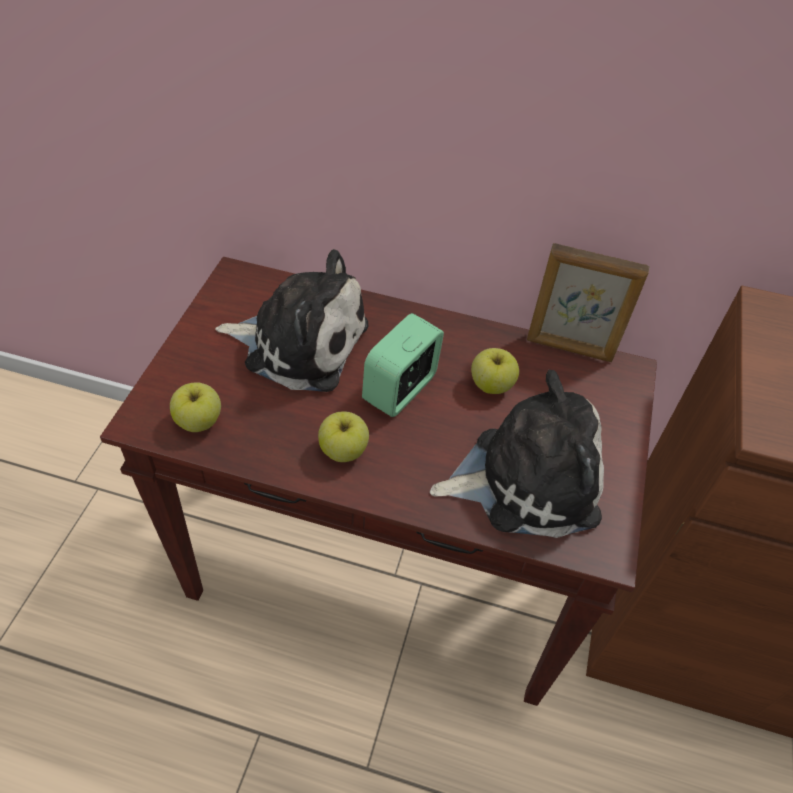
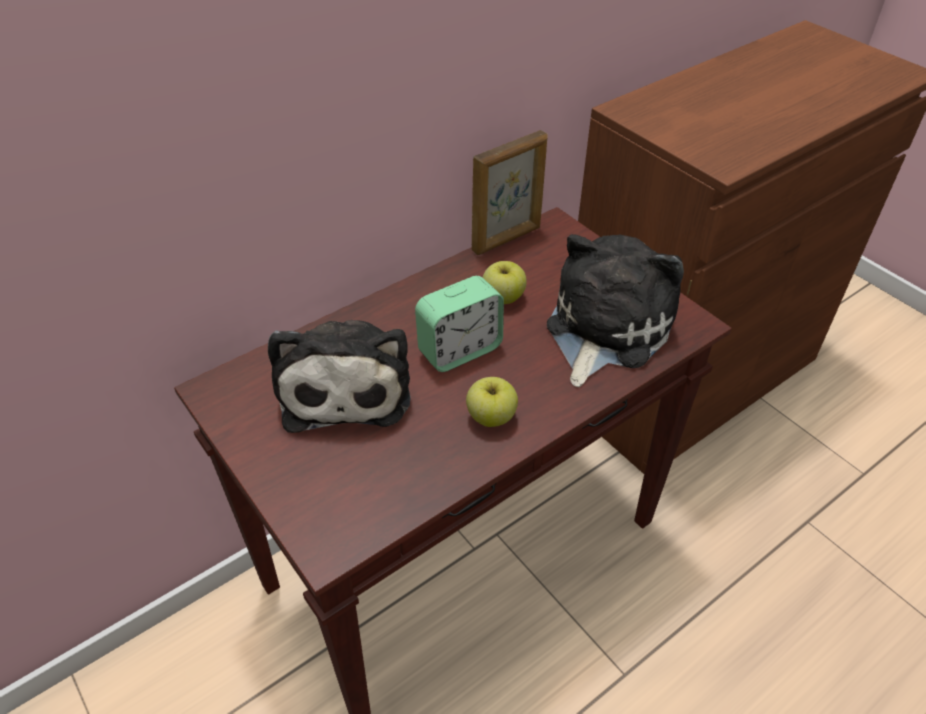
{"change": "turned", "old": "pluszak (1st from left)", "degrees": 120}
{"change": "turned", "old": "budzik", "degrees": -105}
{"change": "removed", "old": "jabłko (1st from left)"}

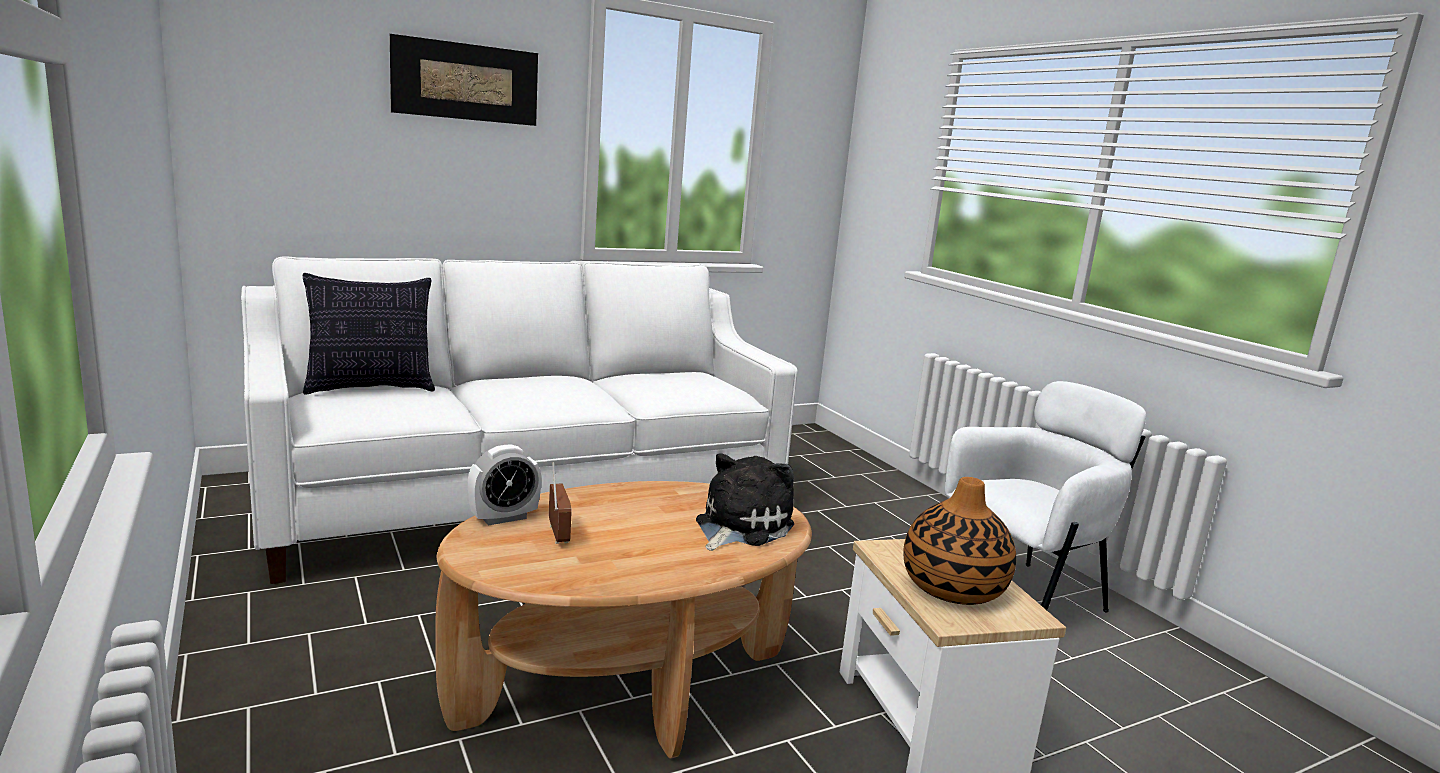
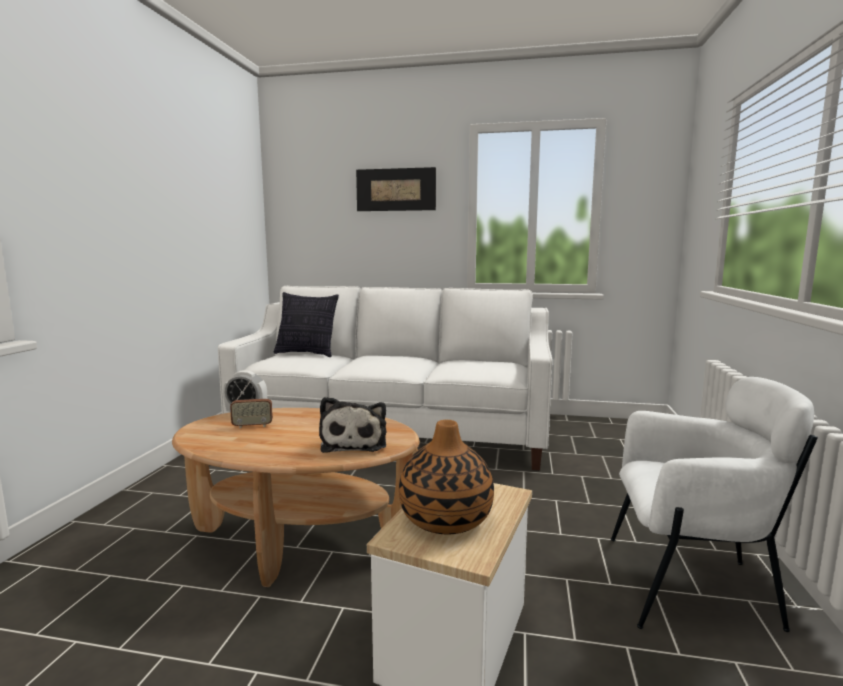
{"change": "turned", "old": "radio", "degrees": 60}
{"change": "turned", "old": "pluszak", "degrees": 105}

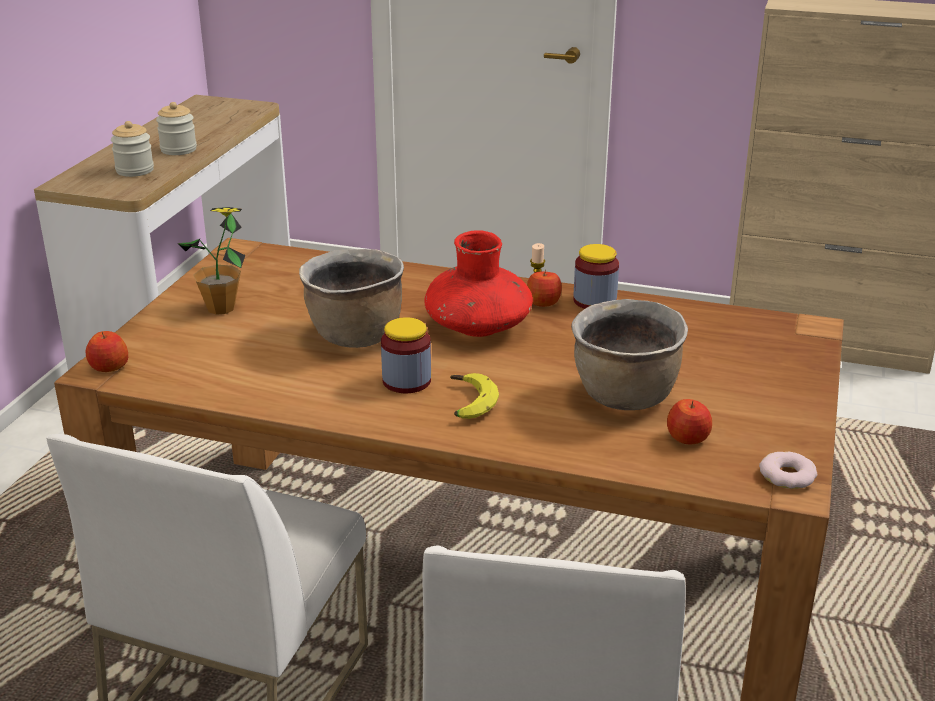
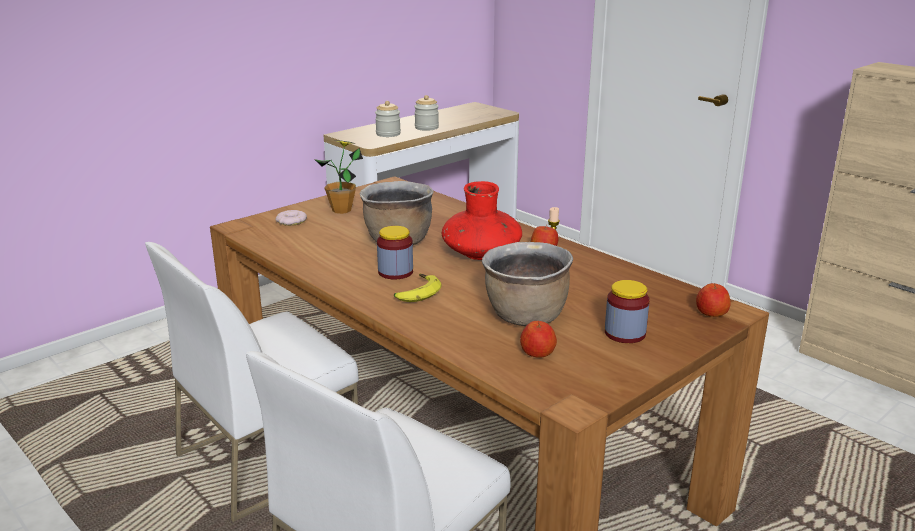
{"change": "moved", "old": "donut"}
{"change": "moved", "old": "słoik (4th from left)"}
{"change": "moved", "old": "jabłko (1st from left in the first image)", "new": "jabłko (3rd from left)"}

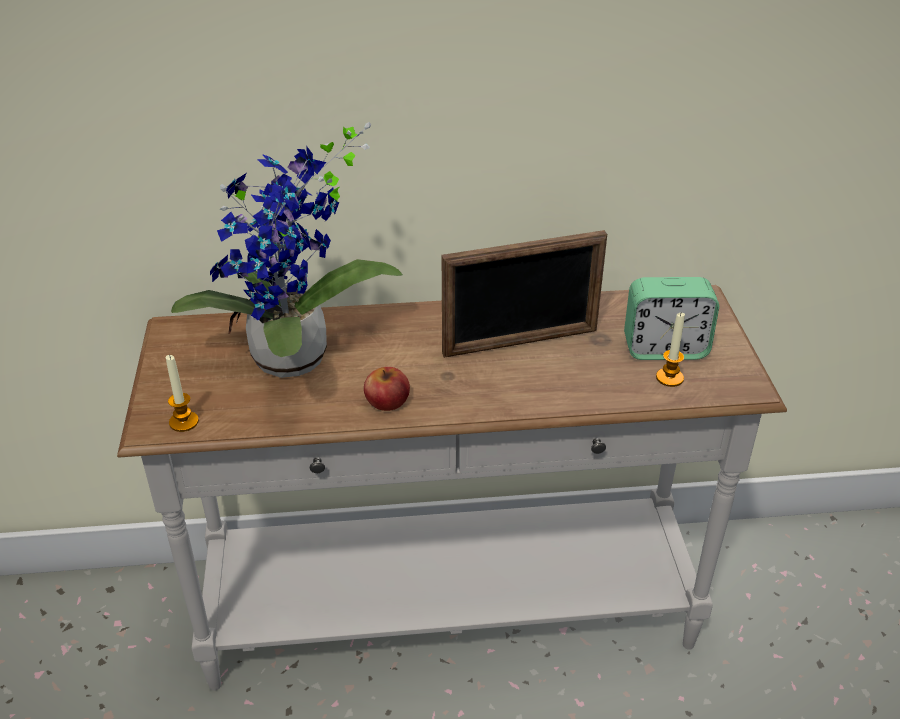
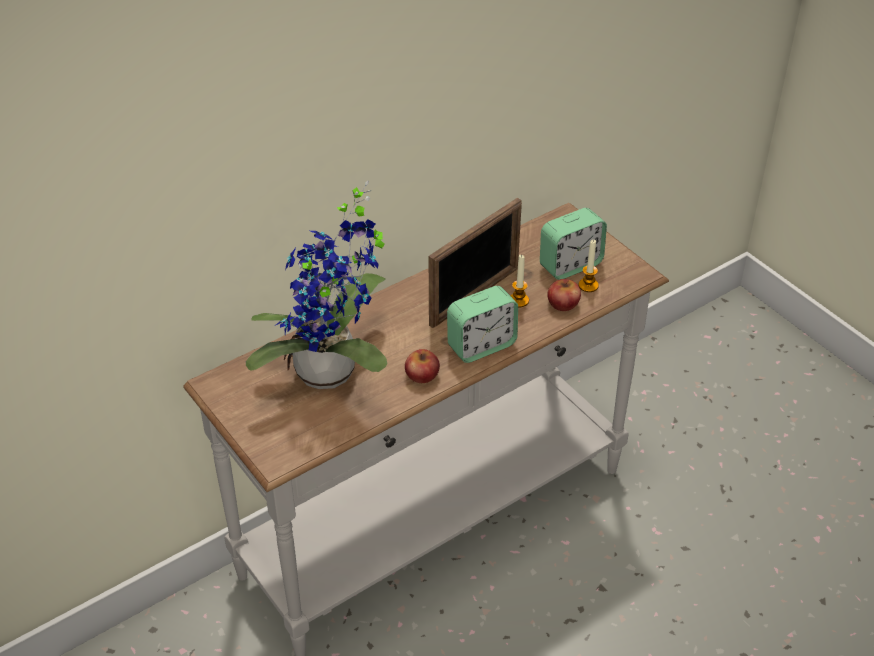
{"change": "added", "new": "budzik (1st from left)"}
{"change": "moved", "old": "świeca (1st from left)"}
{"change": "added", "new": "jabłko (2nd from left)"}

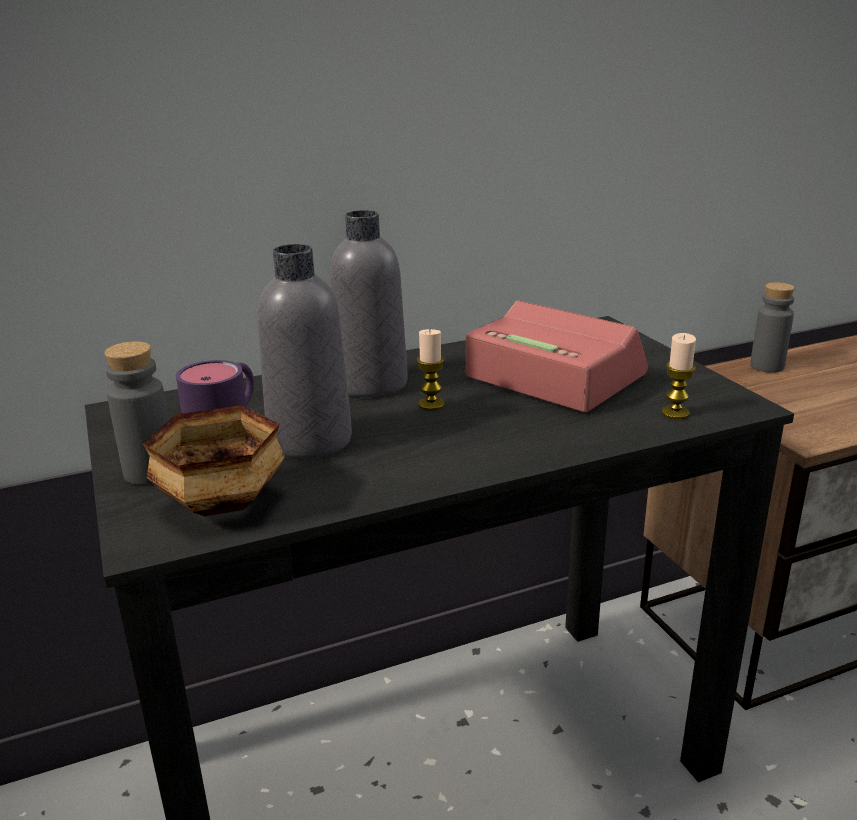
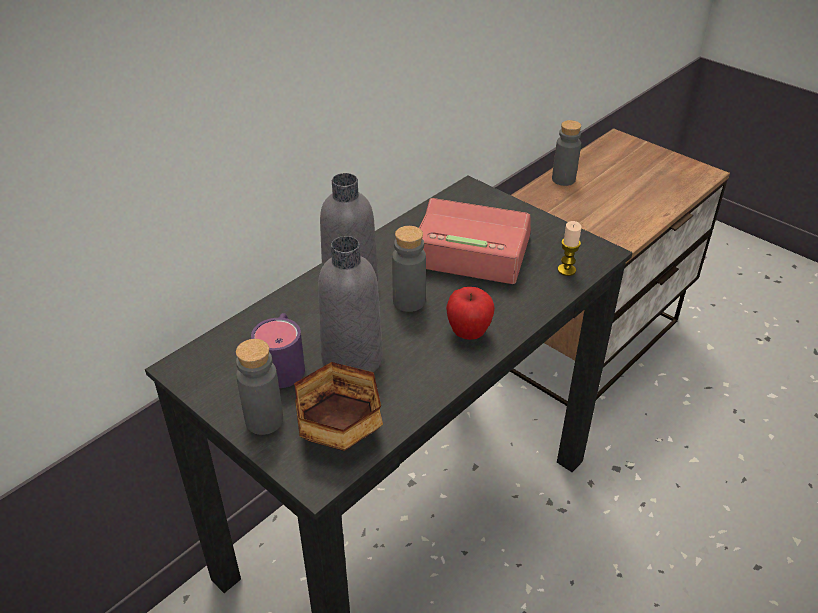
{"change": "replaced", "old": "świeca (1st from left)", "new": "butelka/szary (4th from left)"}
{"change": "added", "new": "jabłko"}

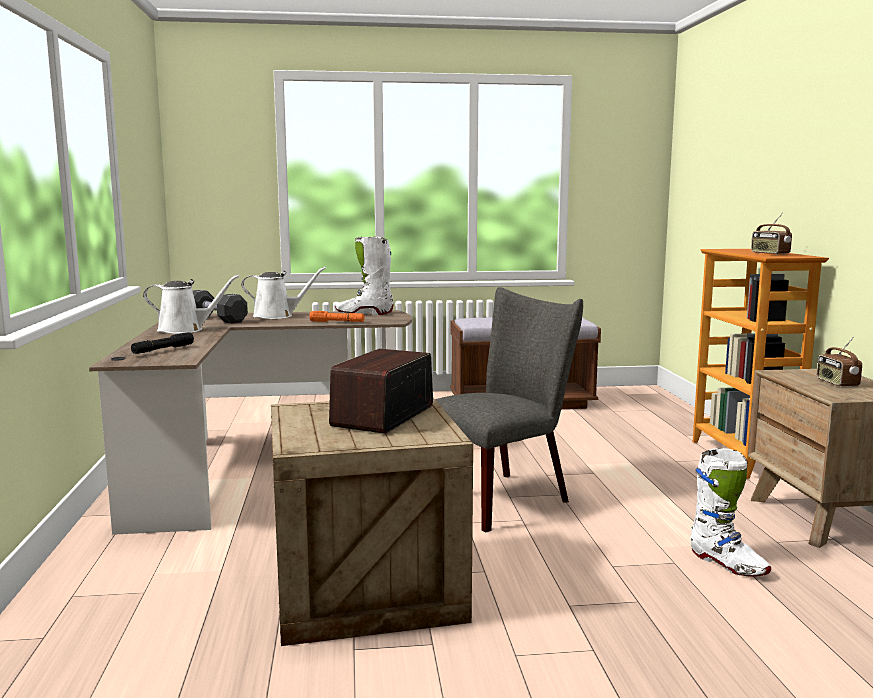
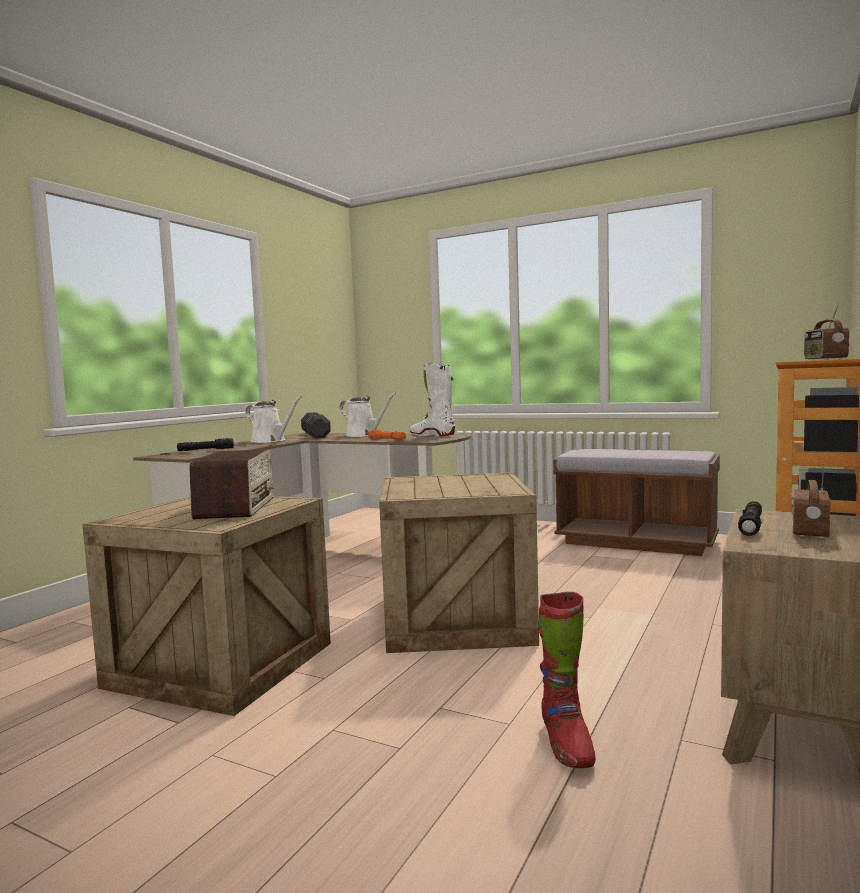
{"change": "turned", "old": "radio (1st from left)", "degrees": 120}
{"change": "replaced", "old": "krzesło/szary", "new": "skrzynka (2nd from left)"}
{"change": "recoloured", "old": "but z cholewką/biały (2nd from left)", "new": "but z cholewką/czerwony"}
{"change": "added", "new": "latarka/czarny (2nd from left)"}

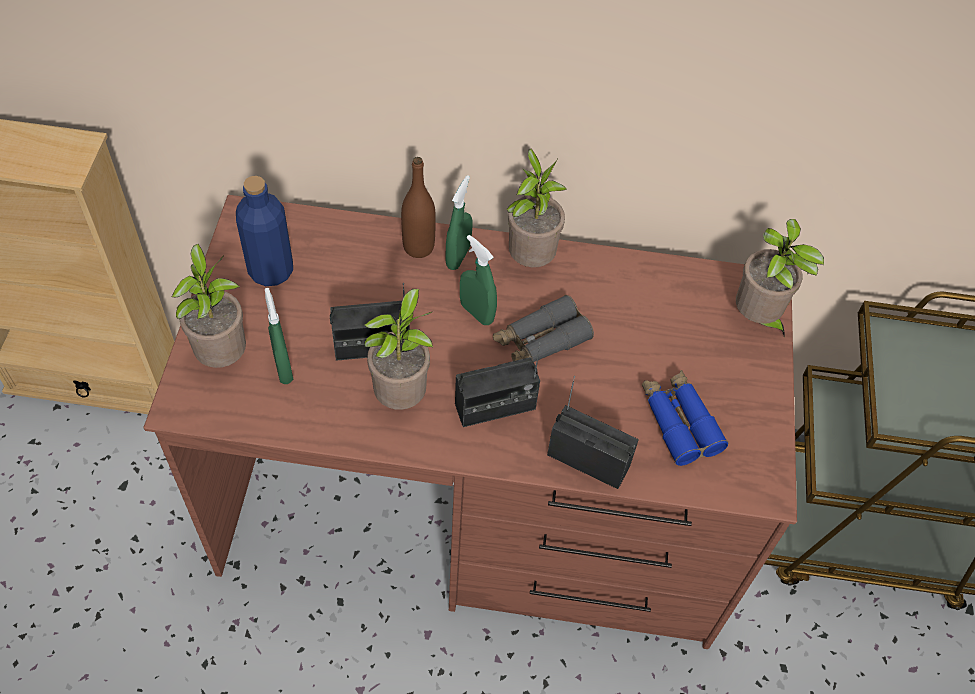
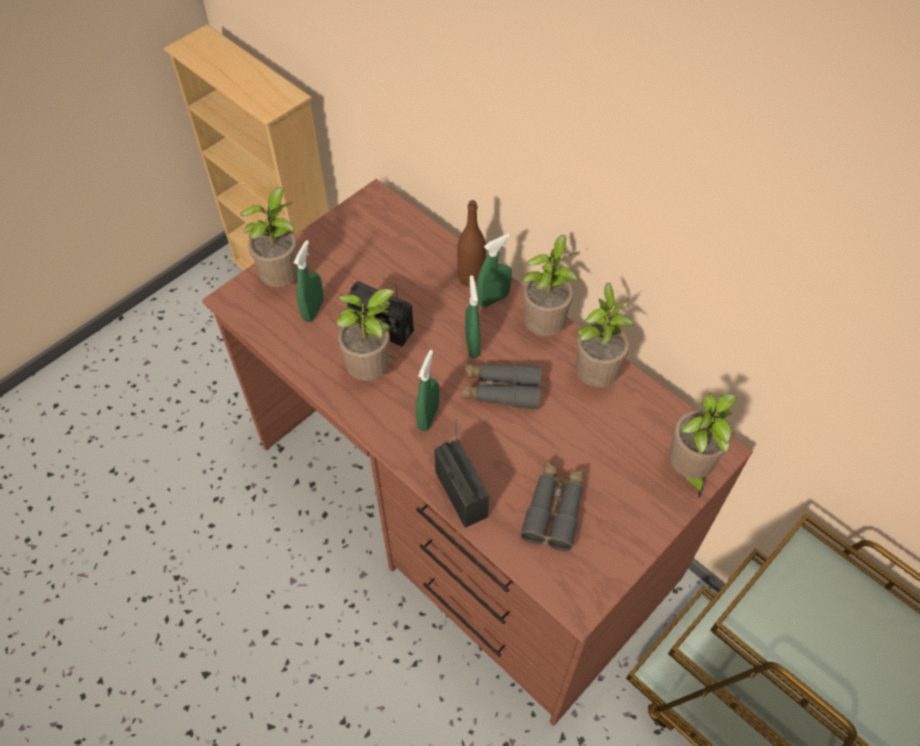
{"change": "replaced", "old": "radio (2nd from left)", "new": "spryskiwacz/zielony (2nd from left)"}
{"change": "recoloured", "old": "lornetka/niebieski", "new": "lornetka/szary (2nd from left)"}
{"change": "added", "new": "roślina doniczkowa (4th from left)"}
{"change": "removed", "old": "butelka/niebieski"}

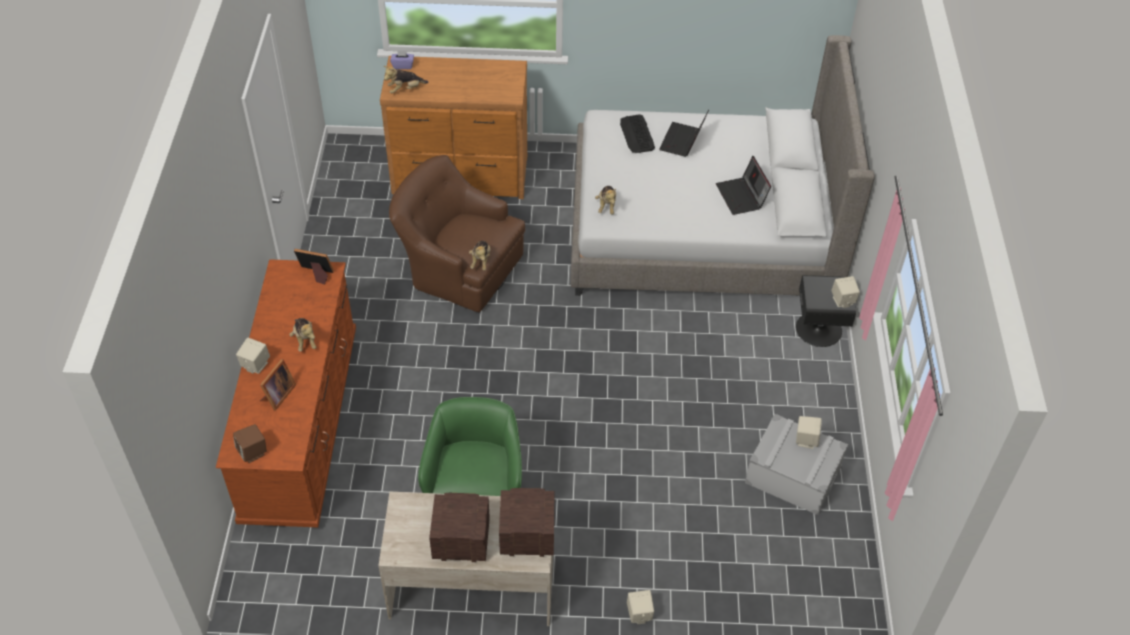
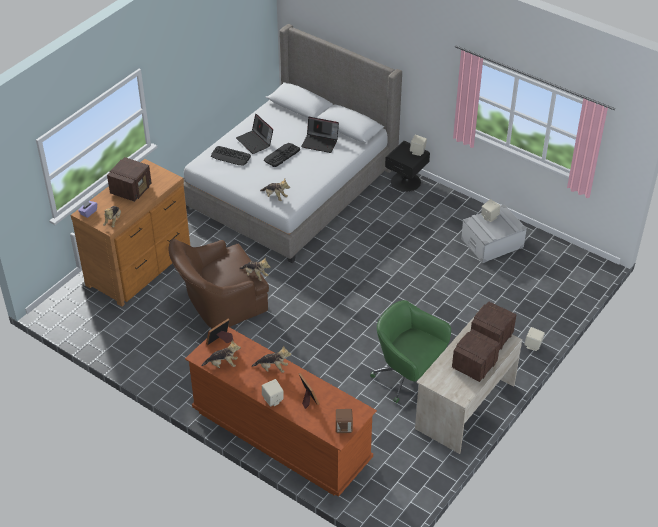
{"change": "added", "new": "radio (1st from left)"}
{"change": "added", "new": "pluszak (2nd from left)"}
{"change": "added", "new": "klawiatura (2nd from left)"}

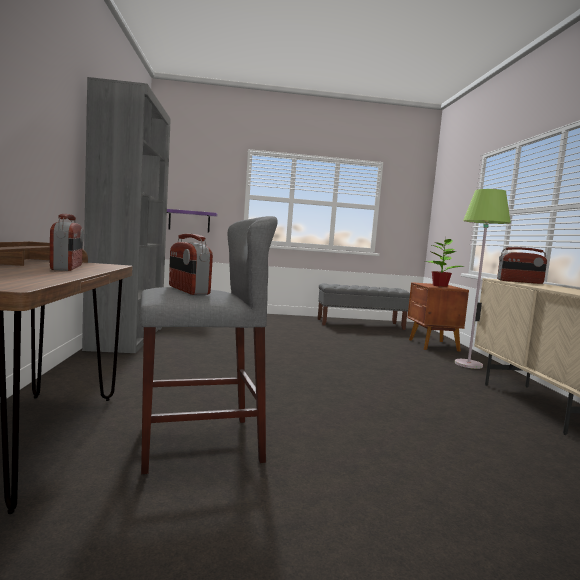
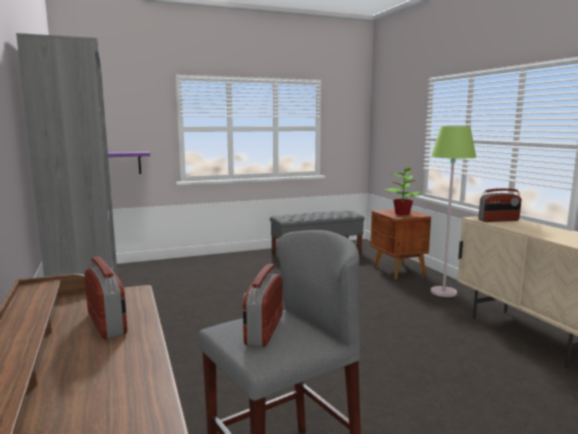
{"change": "turned", "old": "radio (2nd from left)", "degrees": 60}

